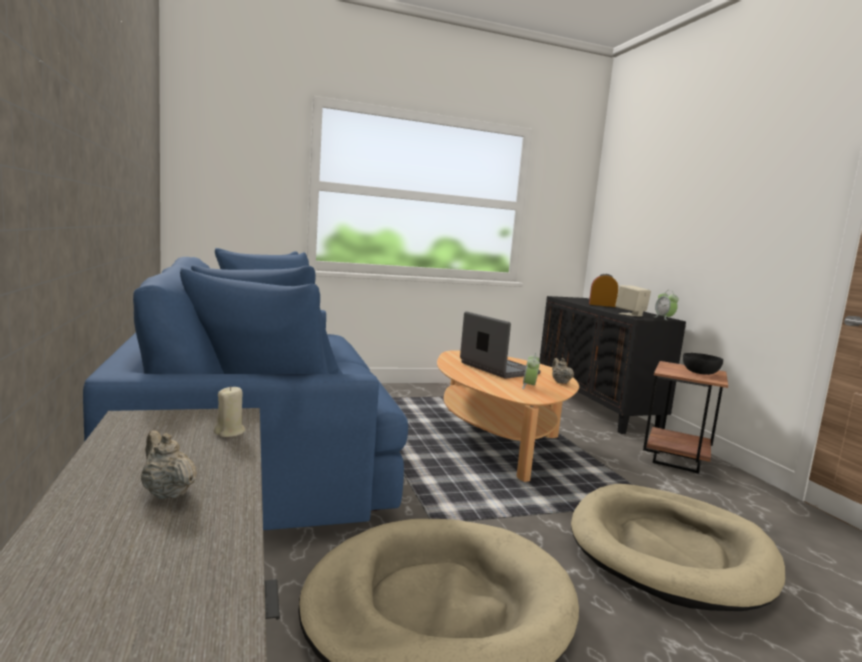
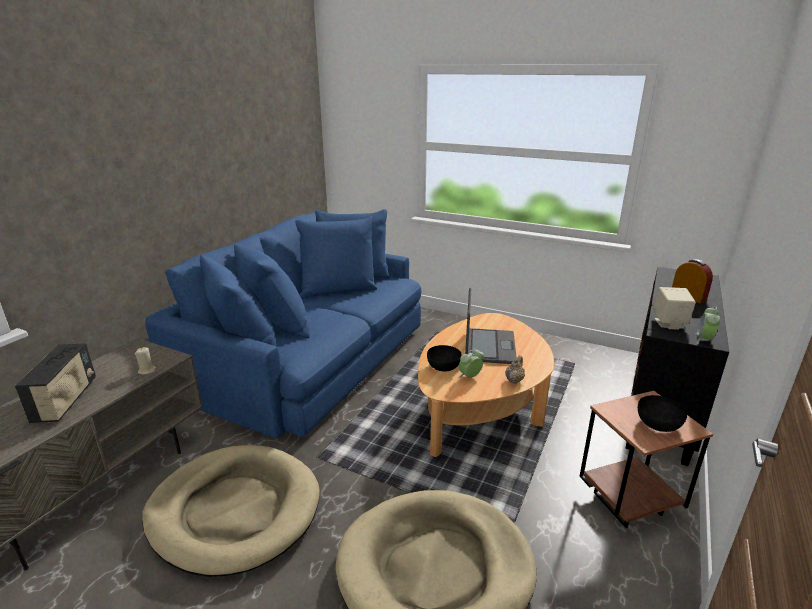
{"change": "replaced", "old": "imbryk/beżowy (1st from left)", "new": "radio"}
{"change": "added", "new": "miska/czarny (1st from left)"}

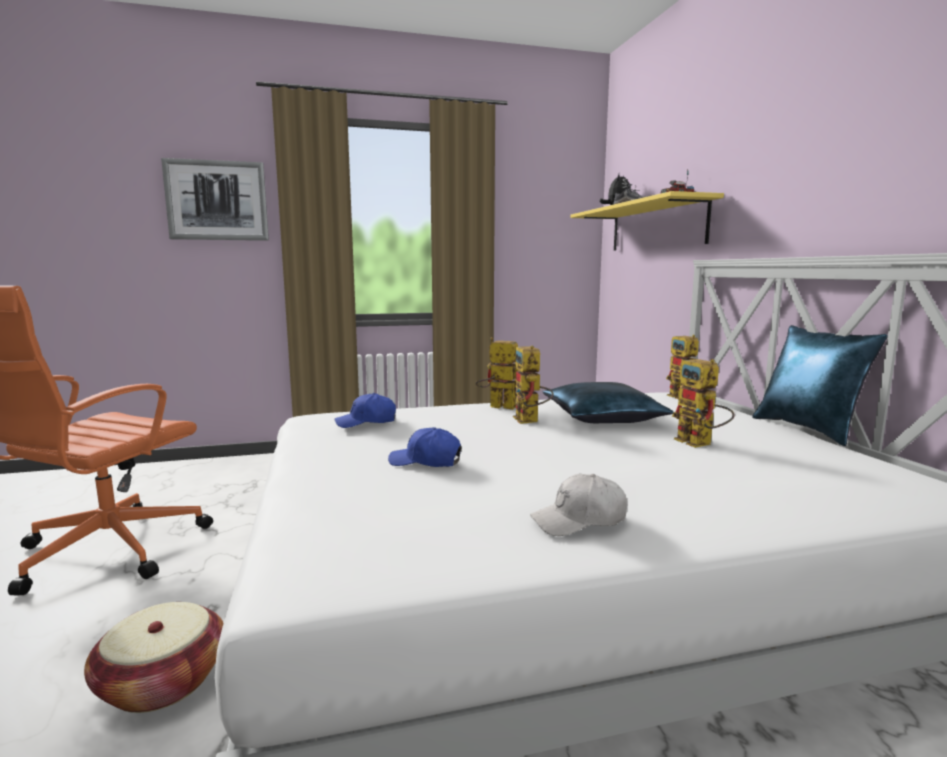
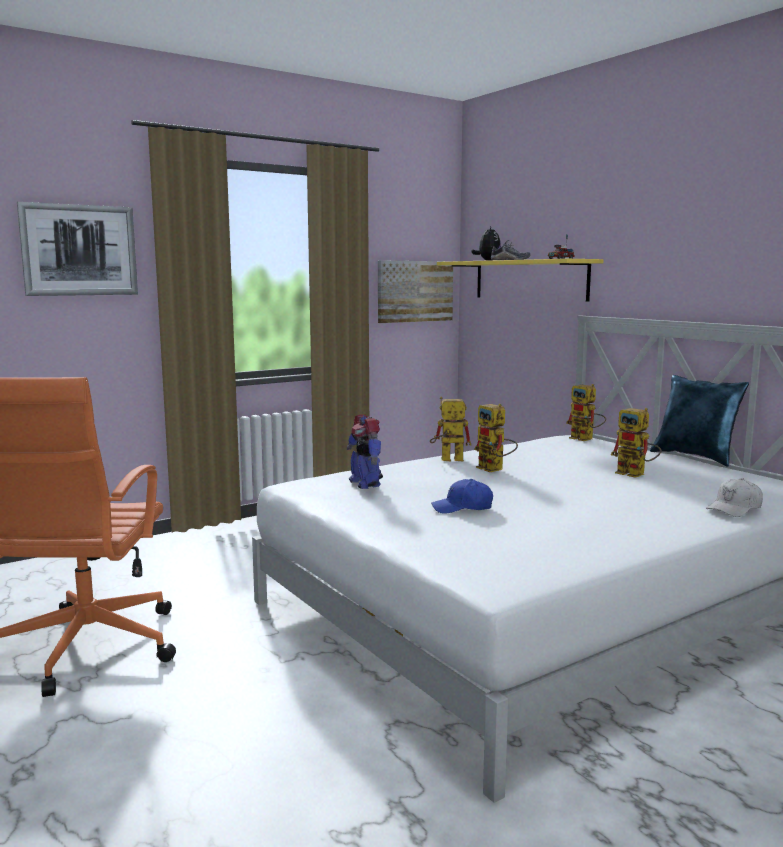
{"change": "replaced", "old": "czapka z daszkiem/niebieski (1st from left)", "new": "robot zabawkowy (1st from left)"}
{"change": "added", "new": "obraz (2nd from left)"}
{"change": "moved", "old": "czapka z daszkiem/biały"}
{"change": "removed", "old": "koszyk"}
{"change": "removed", "old": "poduszka/niebieski (1st from left)"}

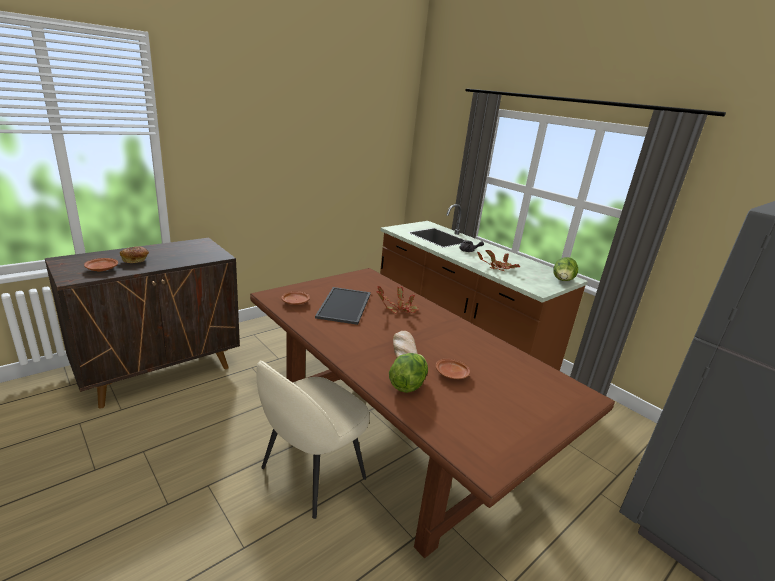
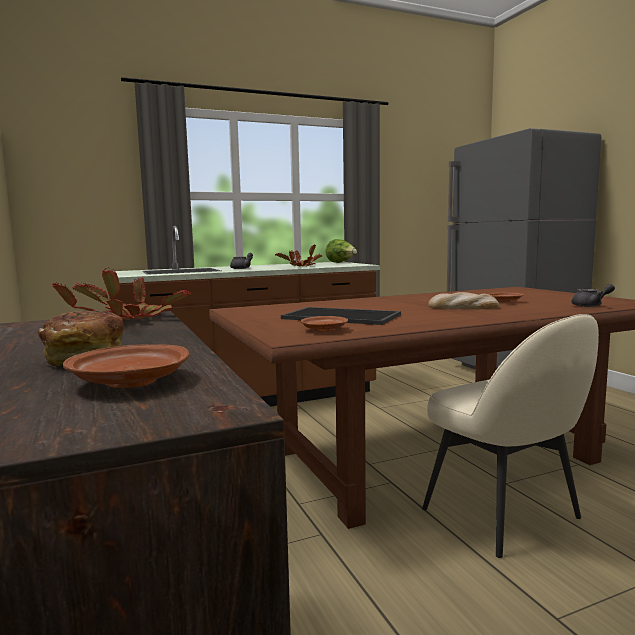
{"change": "moved", "old": "roślina doniczkowa (1st from left)"}
{"change": "added", "new": "imbryk/szary (2nd from left)"}
{"change": "removed", "old": "sałata (1st from left)"}

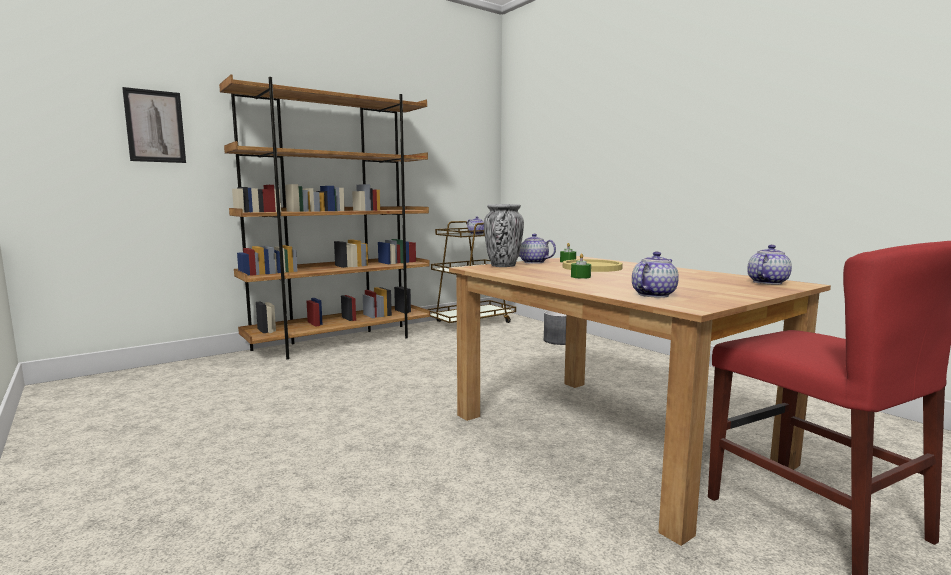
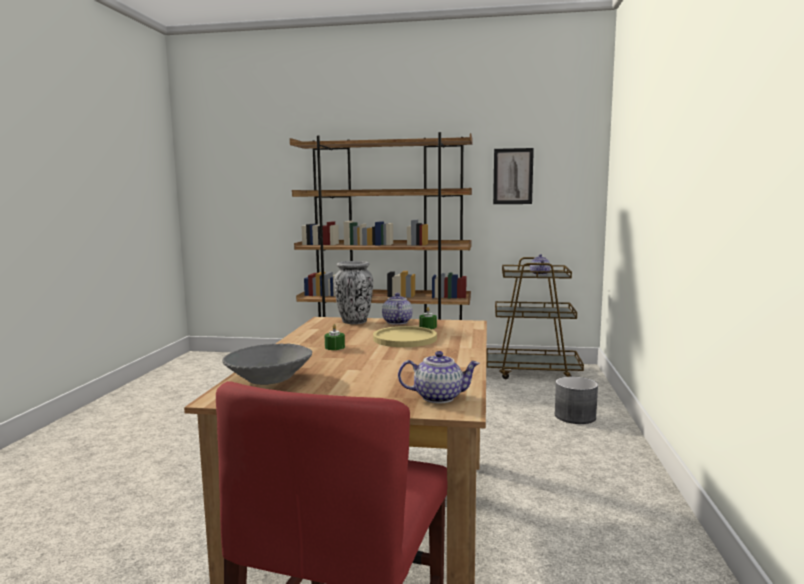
{"change": "replaced", "old": "imbryk (3rd from left)", "new": "miska/szary"}
{"change": "moved", "old": "obraz"}

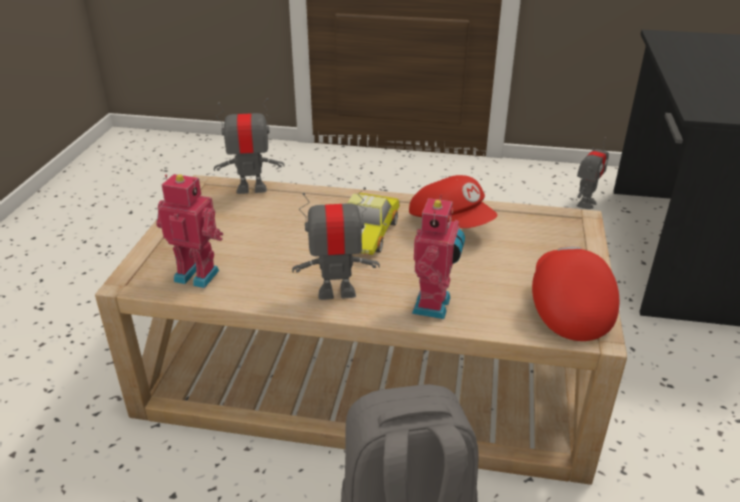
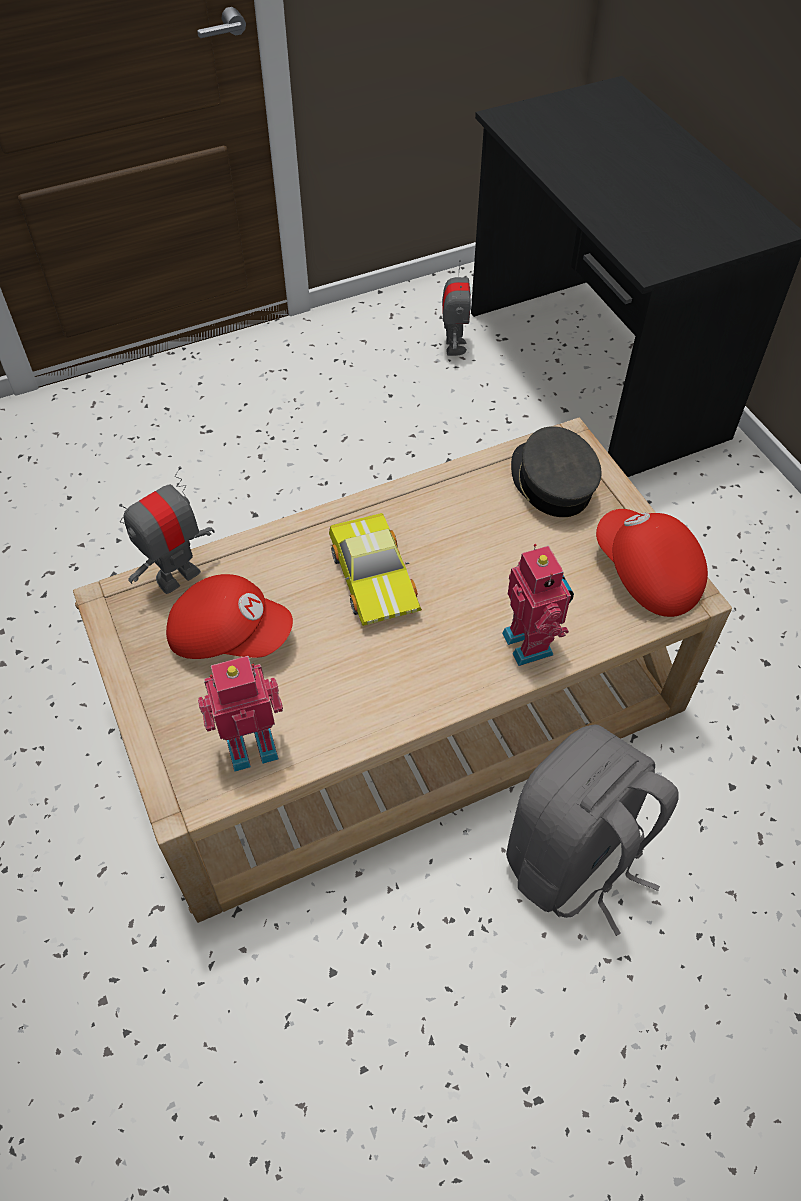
{"change": "moved", "old": "czapka z daszkiem/czerwony (1st from left)"}
{"change": "added", "new": "czapka z daszkiem/szary"}
{"change": "removed", "old": "robot zabawkowy (3rd from left)"}

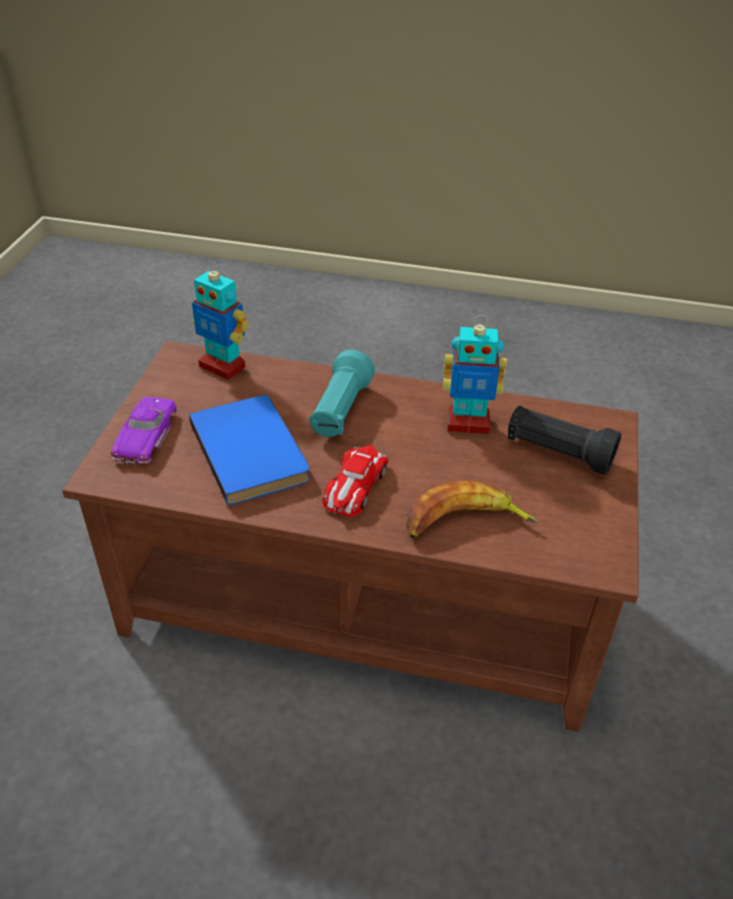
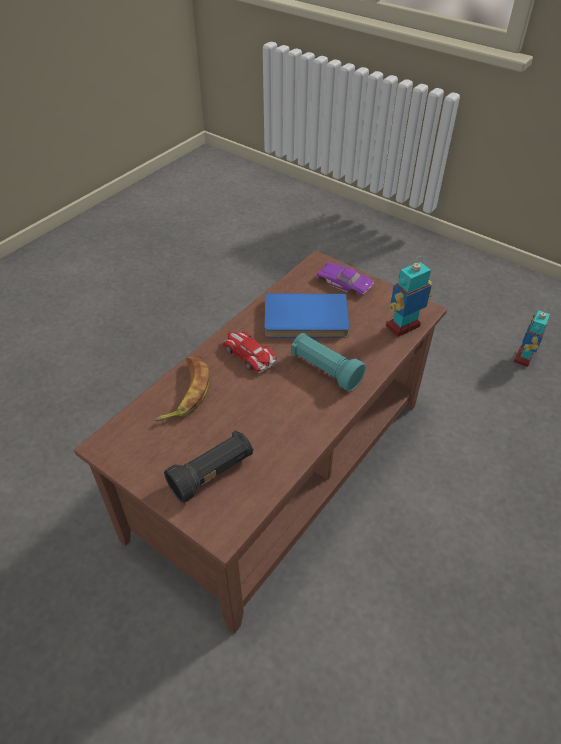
{"change": "moved", "old": "robot zabawkowy (2nd from left)"}

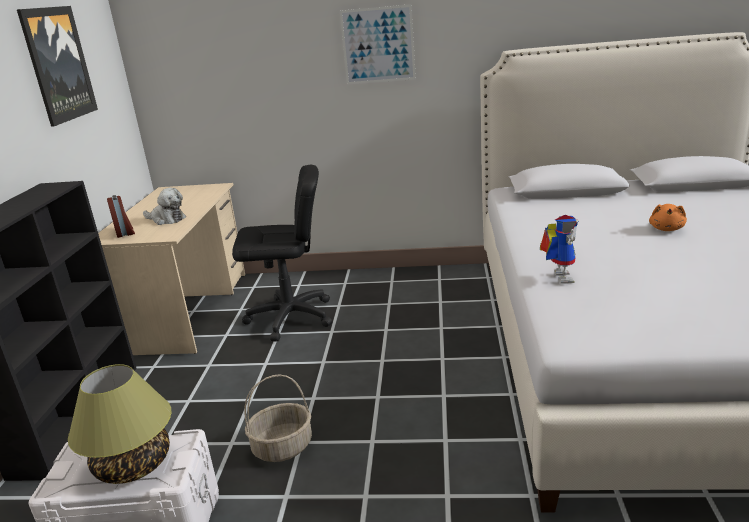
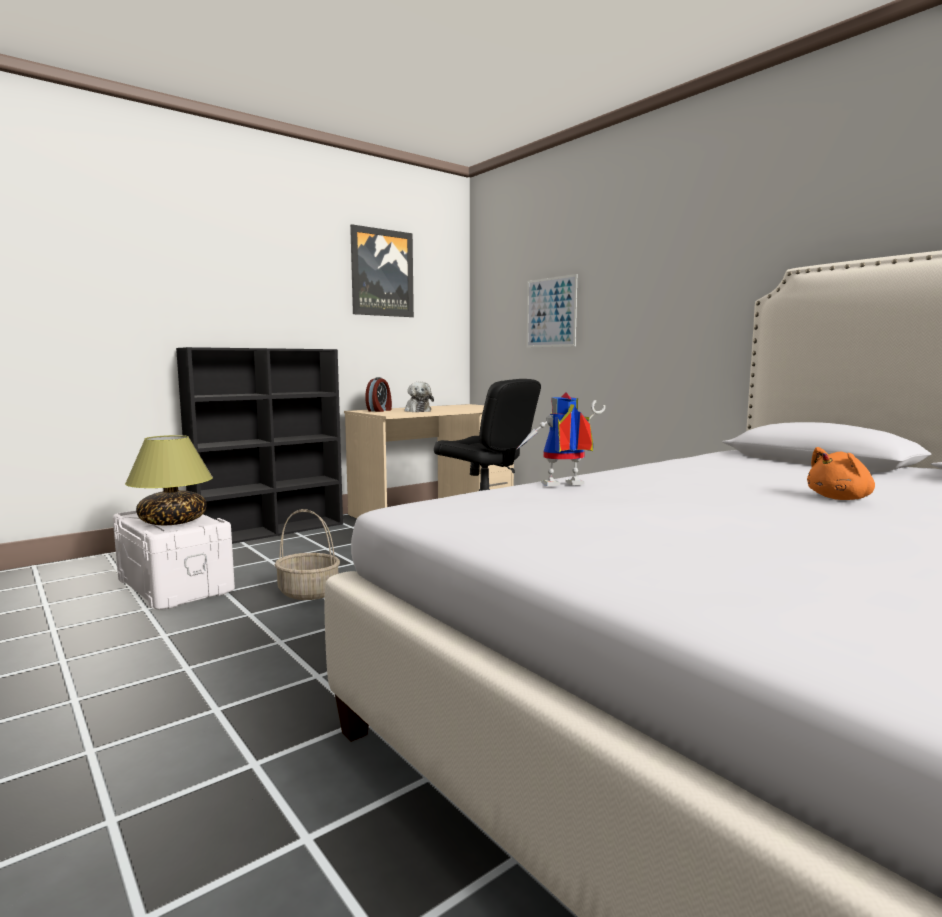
{"change": "turned", "old": "robot zabawkowy", "degrees": -150}
{"change": "moved", "old": "obraz (2nd from left)"}

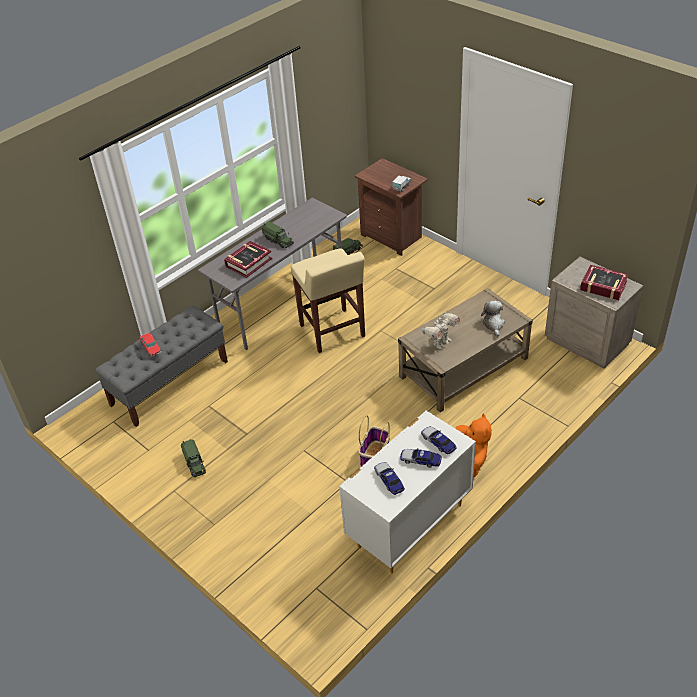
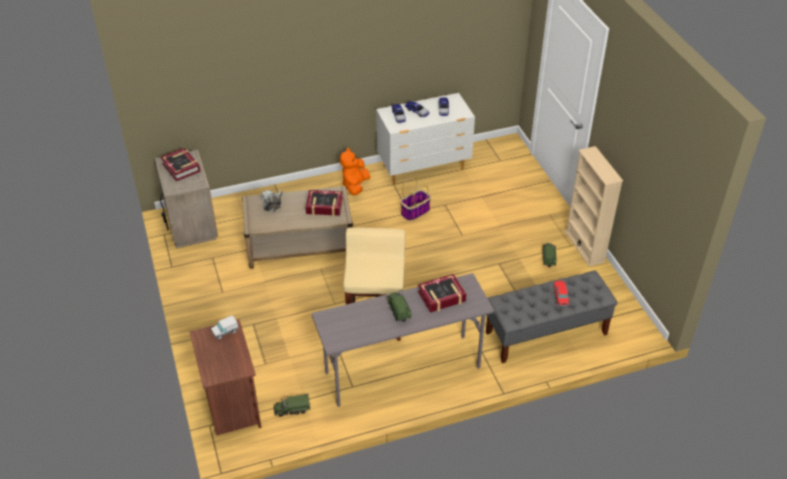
{"change": "replaced", "old": "robot zabawkowy", "new": "książka (2nd from left)"}
{"change": "added", "new": "regał/beżowy"}

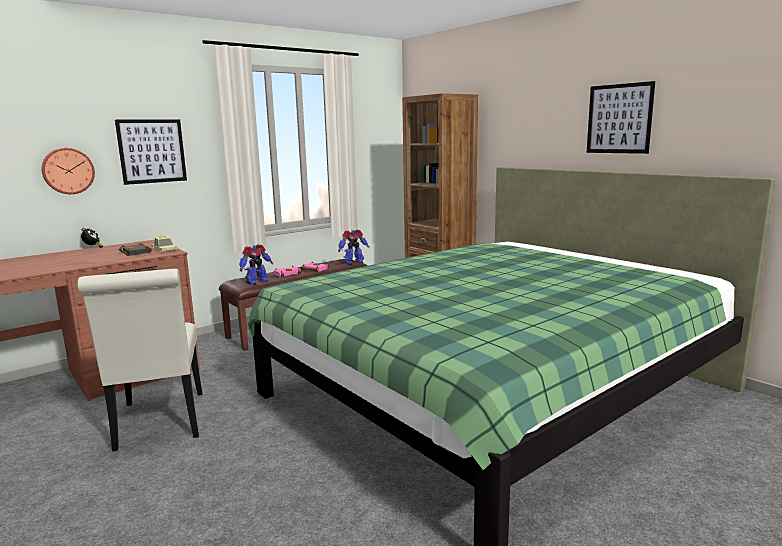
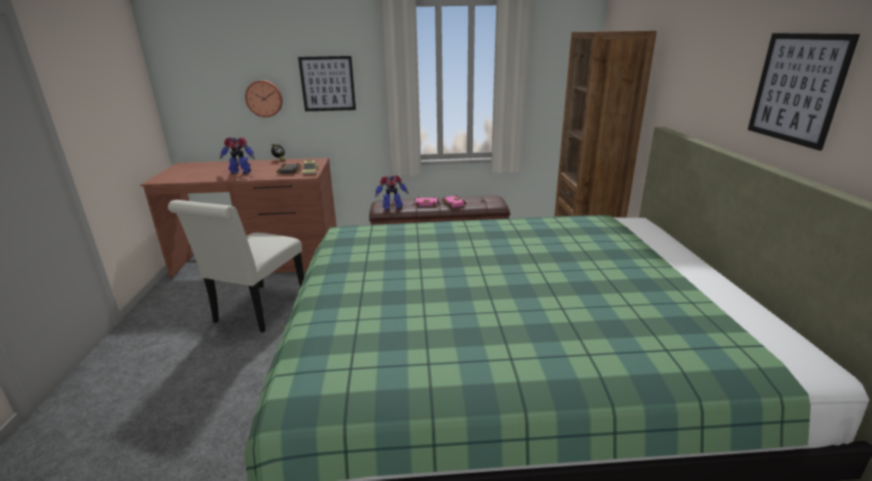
{"change": "moved", "old": "robot zabawkowy (2nd from left in the first image)", "new": "robot zabawkowy (1st from left)"}

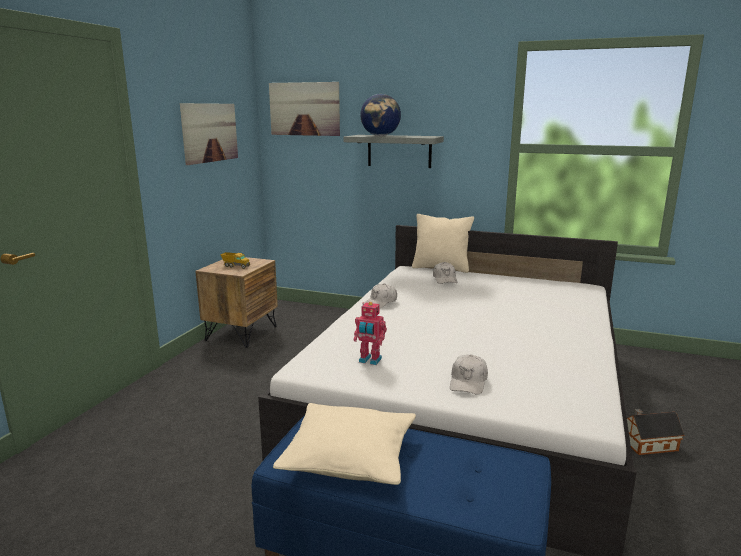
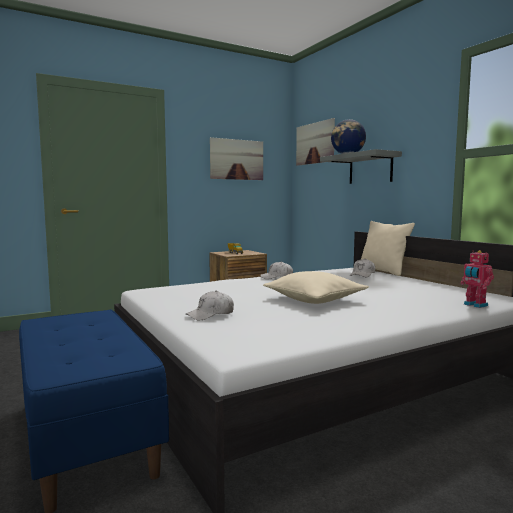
{"change": "moved", "old": "poduszka/beżowy (1st from left)"}
{"change": "moved", "old": "robot zabawkowy"}
{"change": "removed", "old": "domek"}

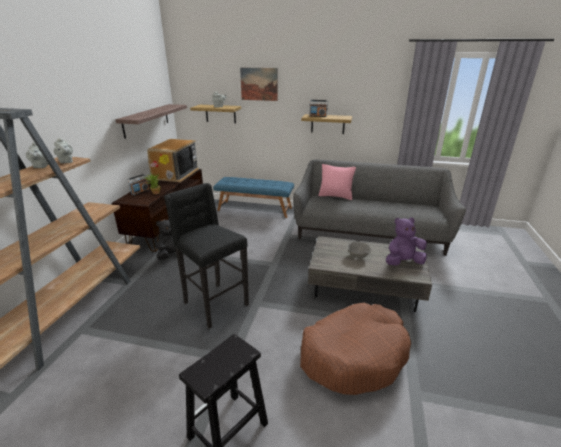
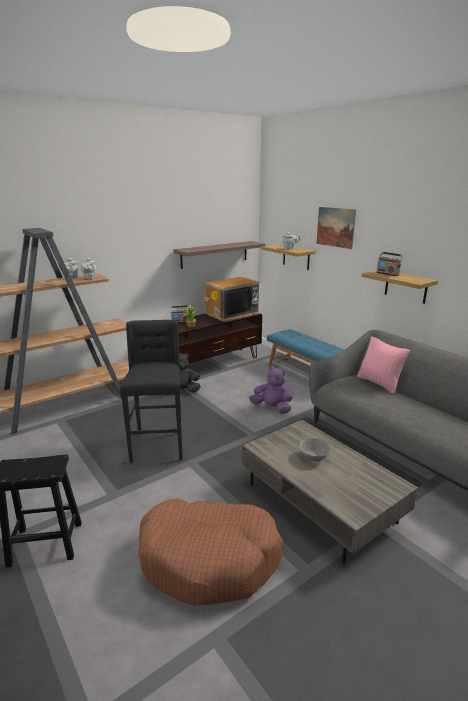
{"change": "moved", "old": "pluszak/fioletowy"}

